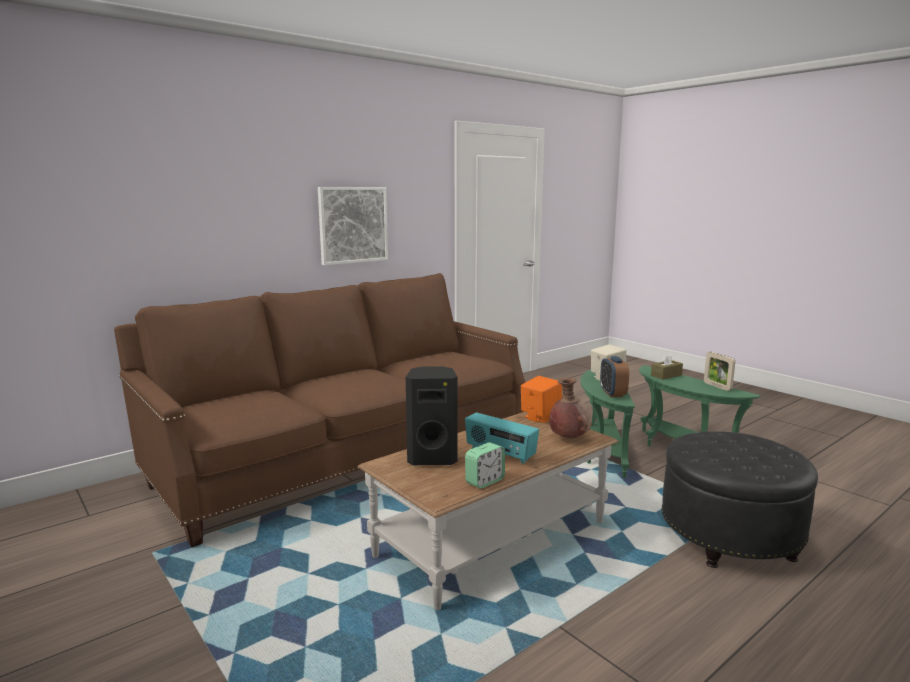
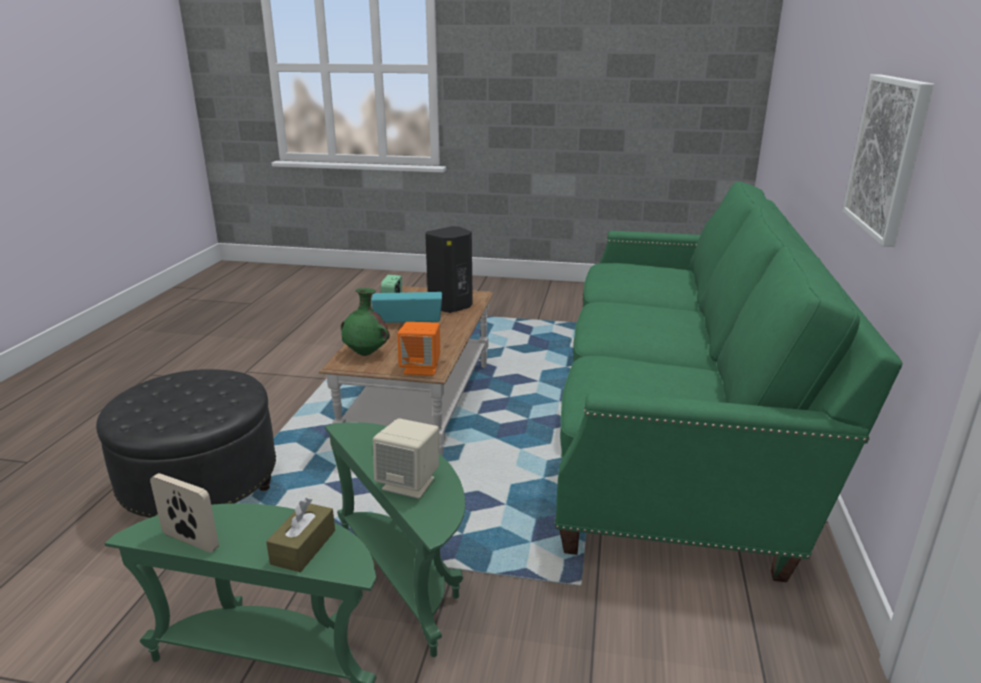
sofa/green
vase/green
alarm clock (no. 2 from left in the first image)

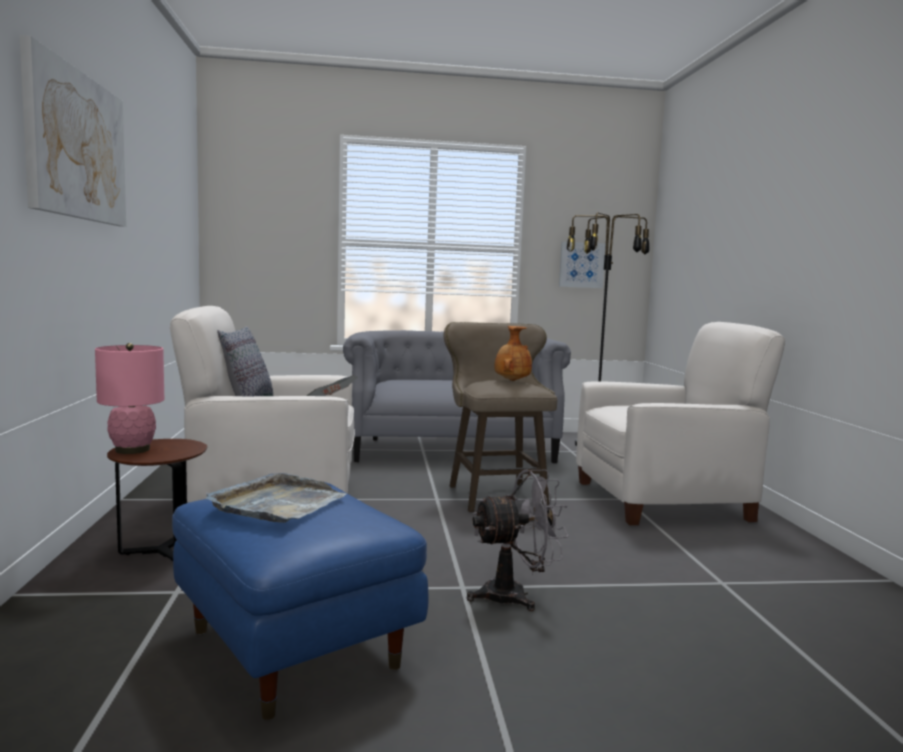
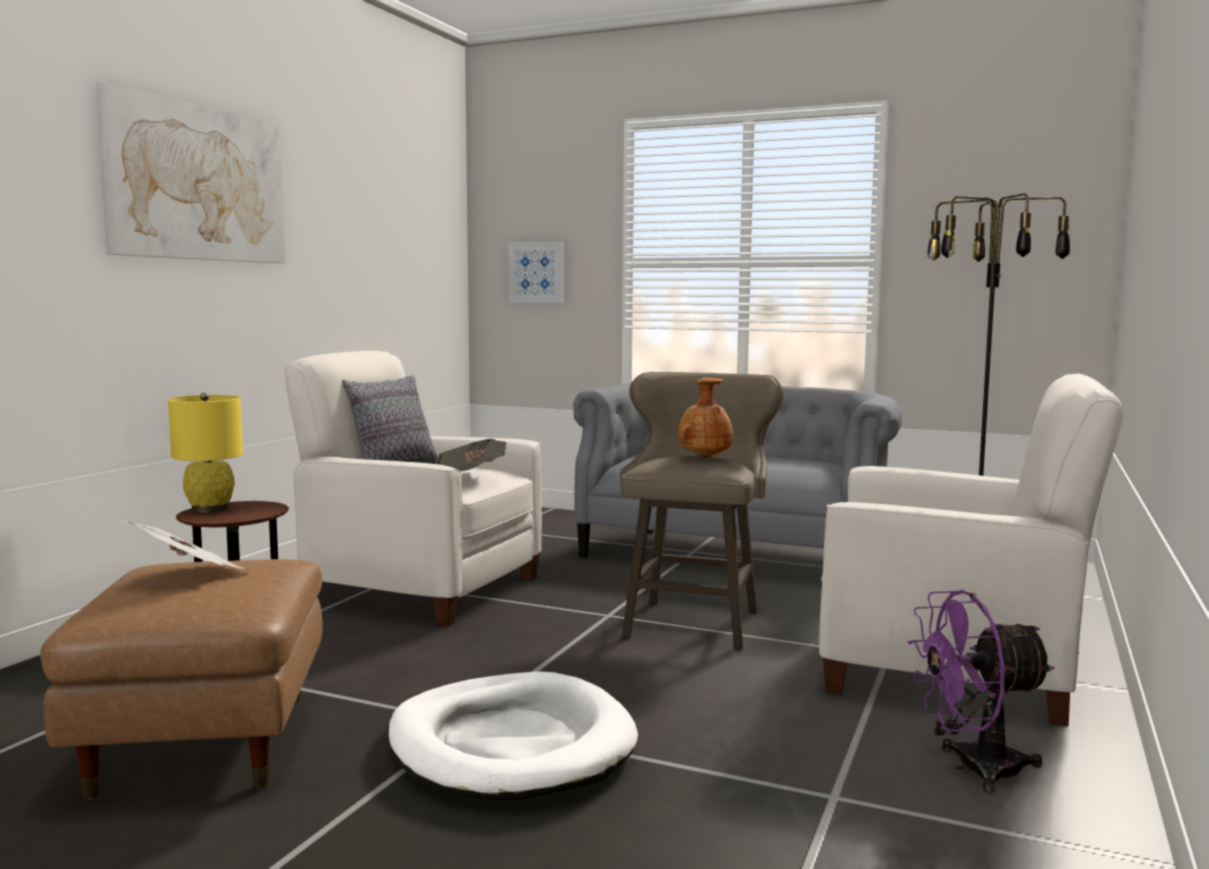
table lamp/yellow
ottoman/brown
newspaper (no. 1 from left)
dog bed/white
picture (no. 2 from left)
fan/purple

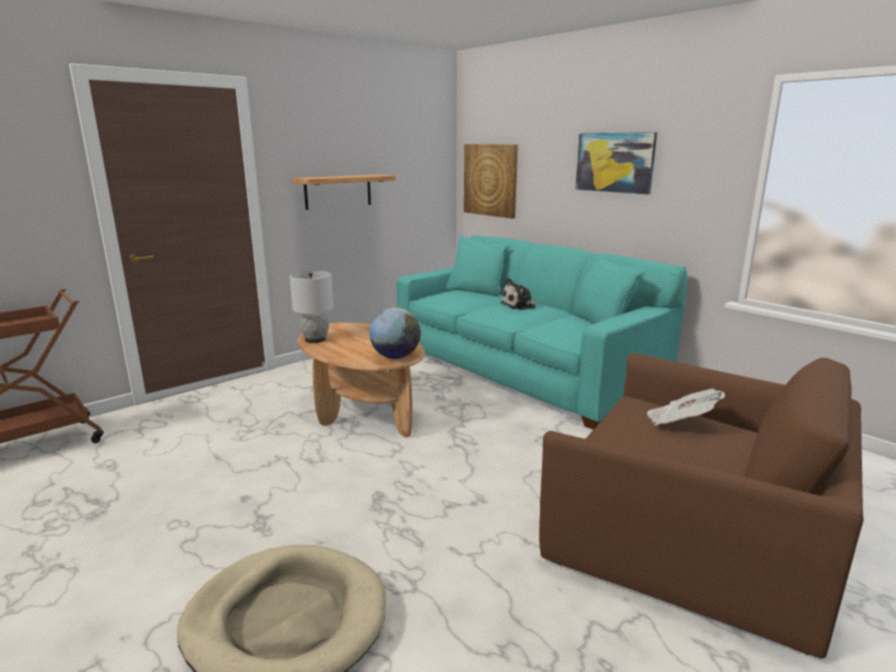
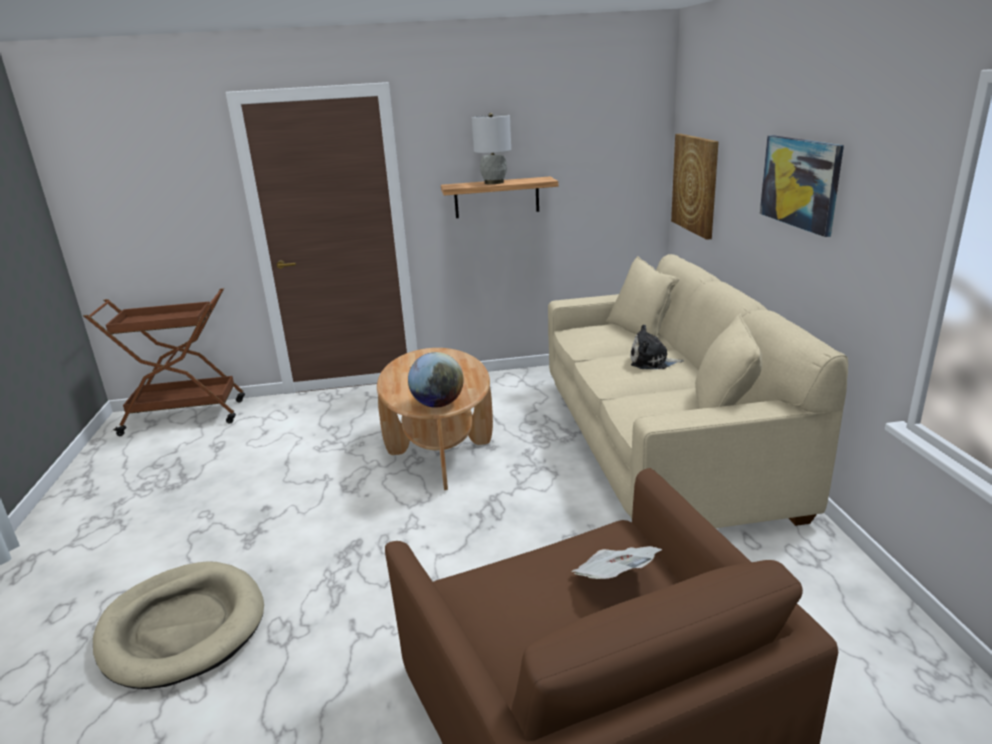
table lamp/white
sofa/beige

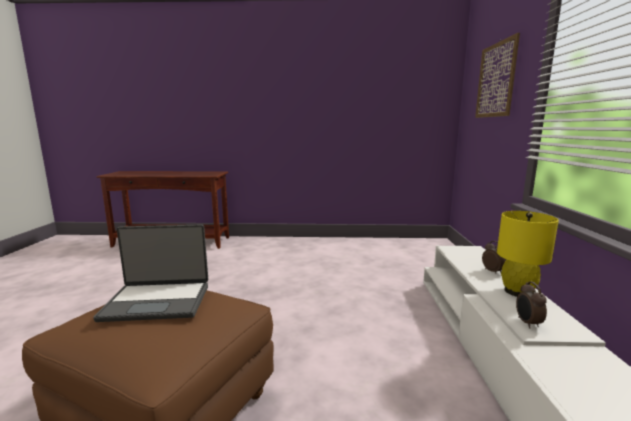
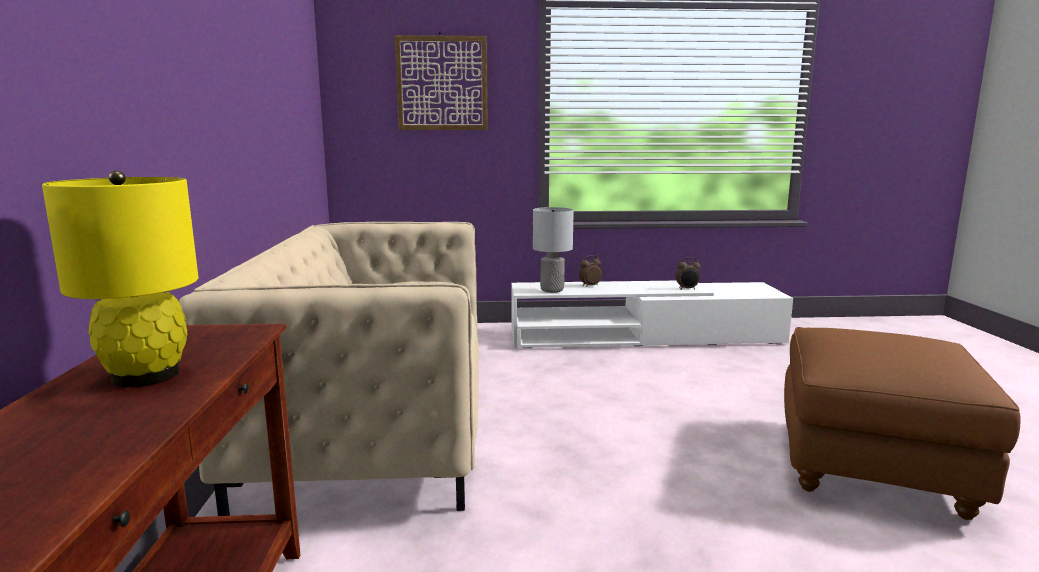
laptop
table lamp/yellow
sofa/beige
table lamp/grey

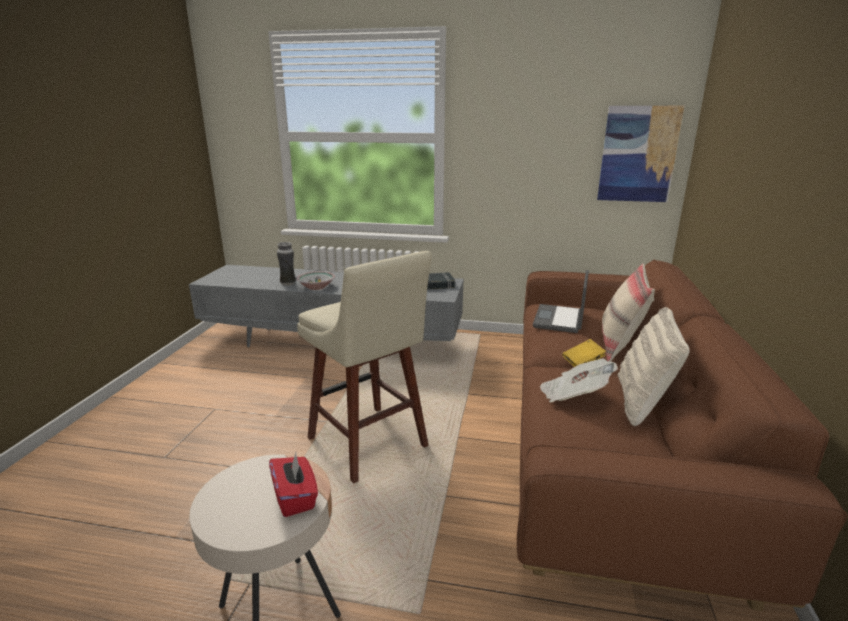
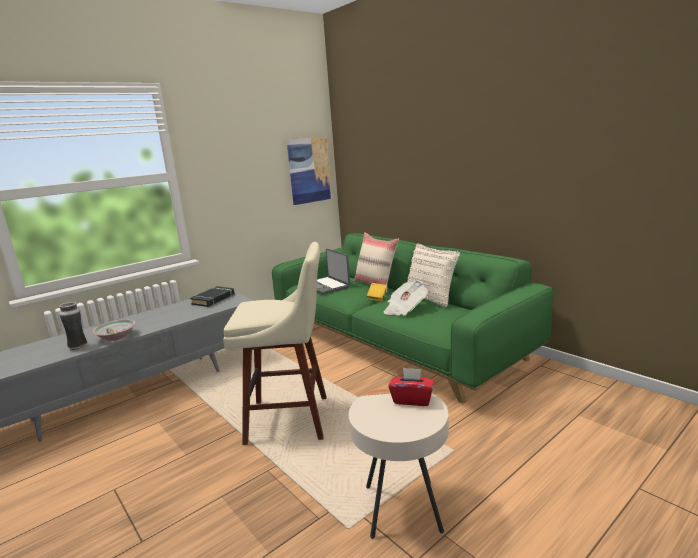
sofa/green

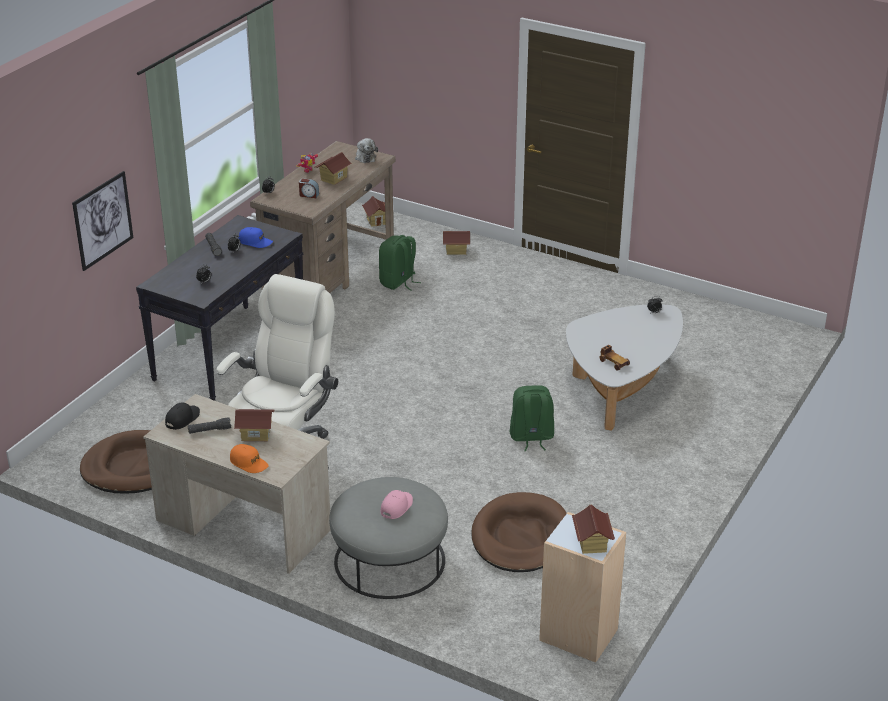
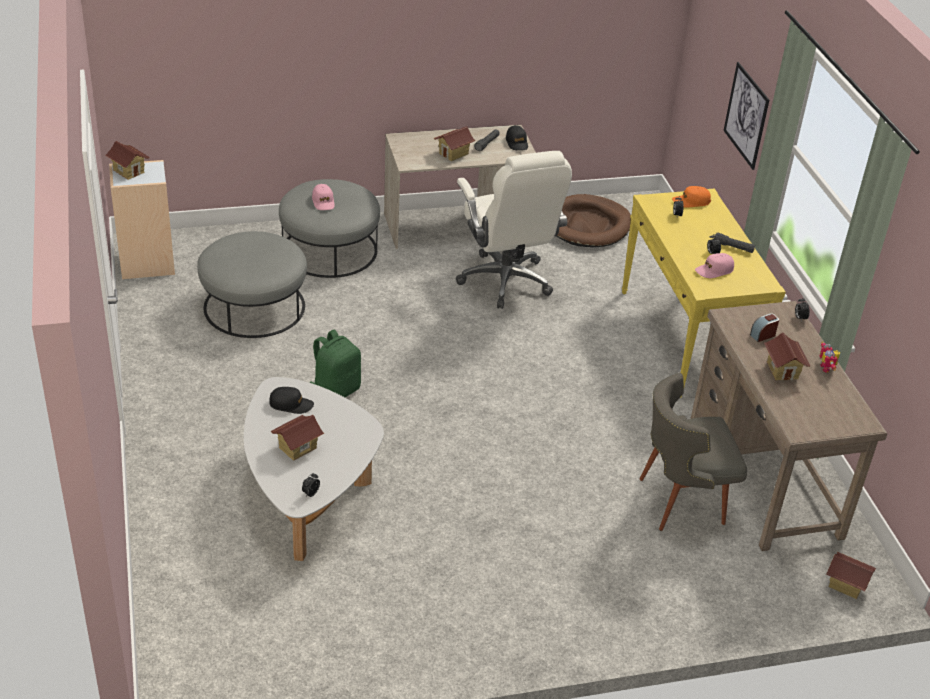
console table/yellow
cap/orange
cap/pink (no. 2 from left)
plush toy
chair/grey
toy house (no. 2 from left)
ottoman/grey (no. 1 from left)
cap/black (no. 1 from left)

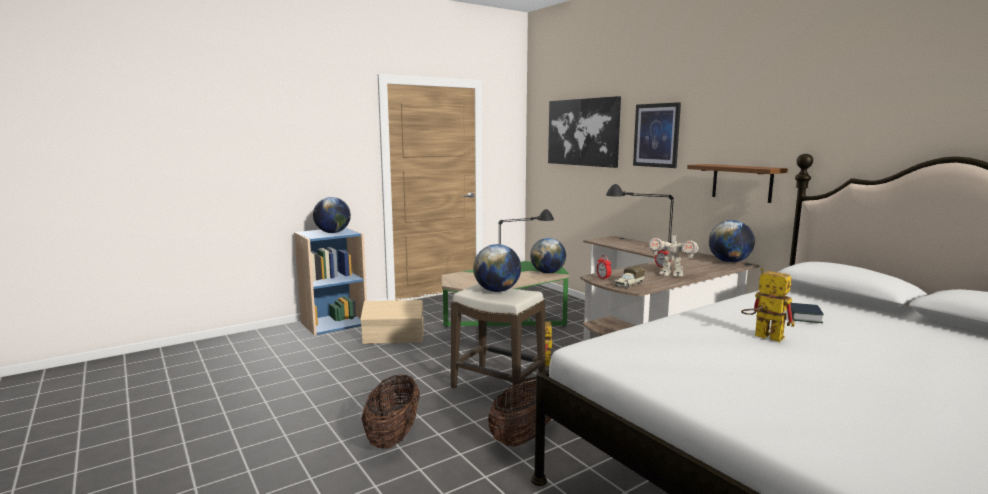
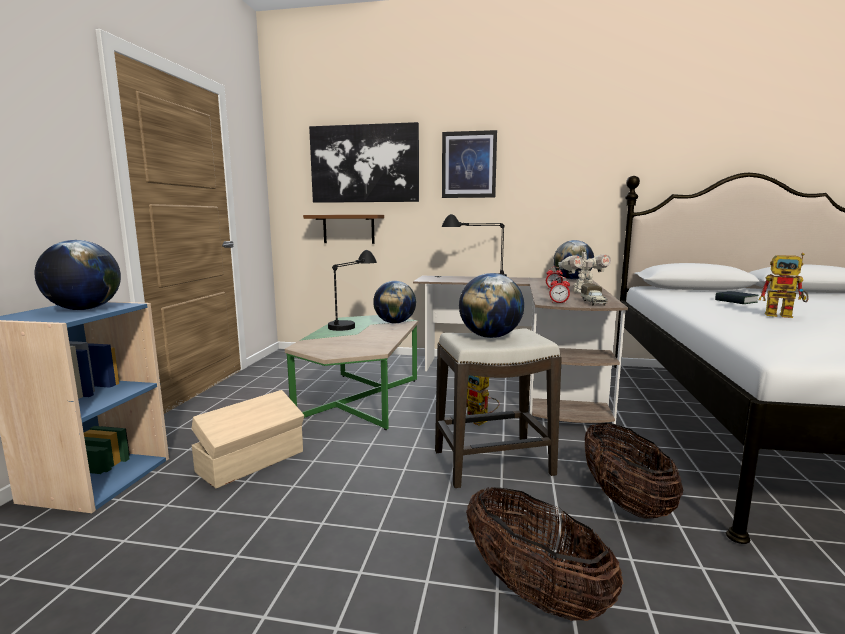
shelf/brown
toy robot (no. 3 from left)

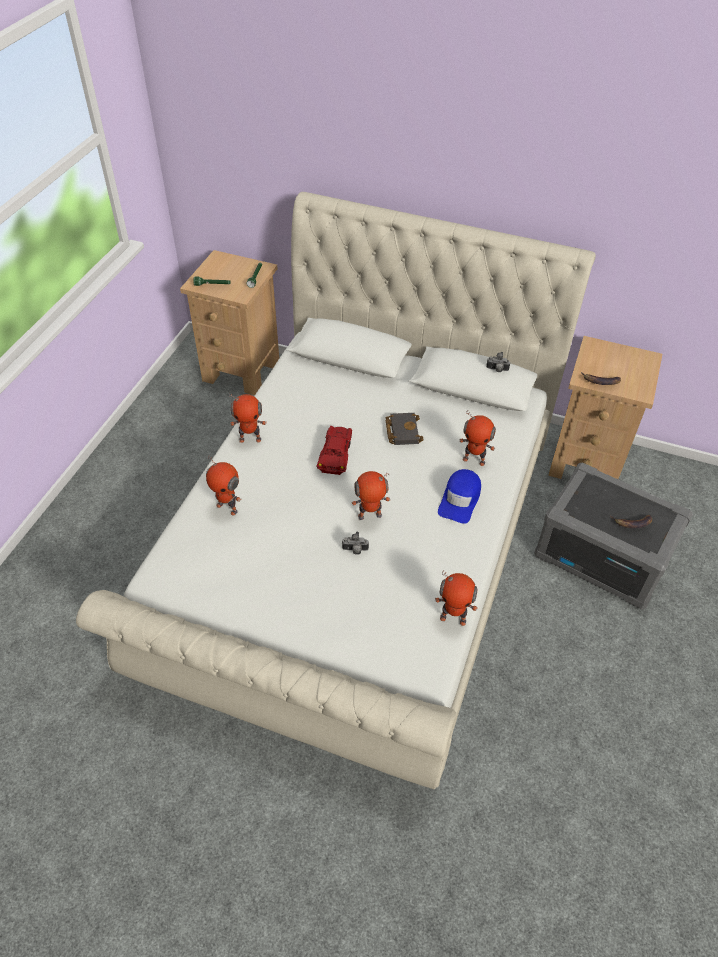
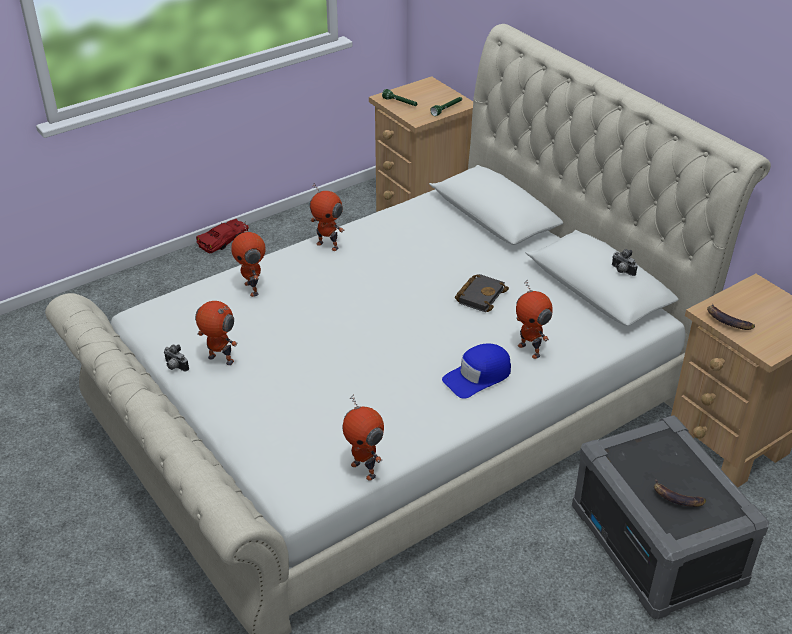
toy car/red
photo camera (no. 1 from left)
toy robot (no. 1 from left)

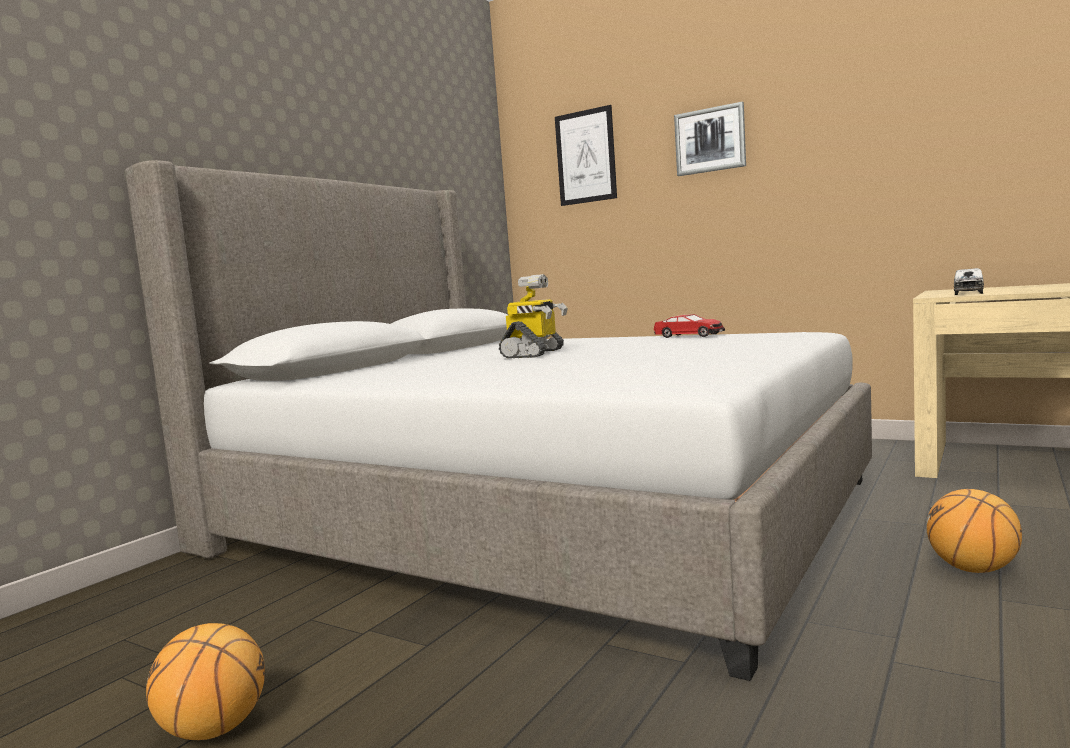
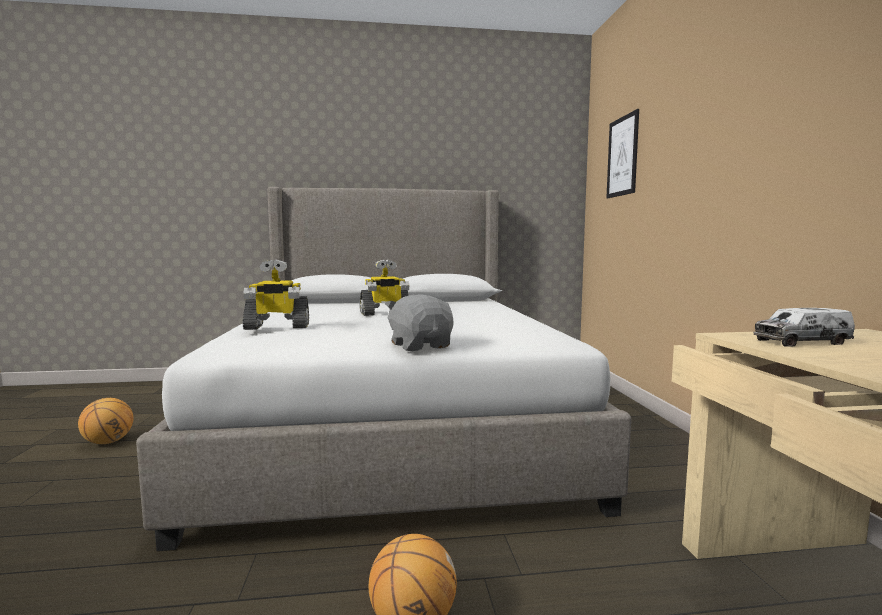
toy car
picture (no. 2 from left in the first image)
toy robot (no. 1 from left)
plush toy/grey

